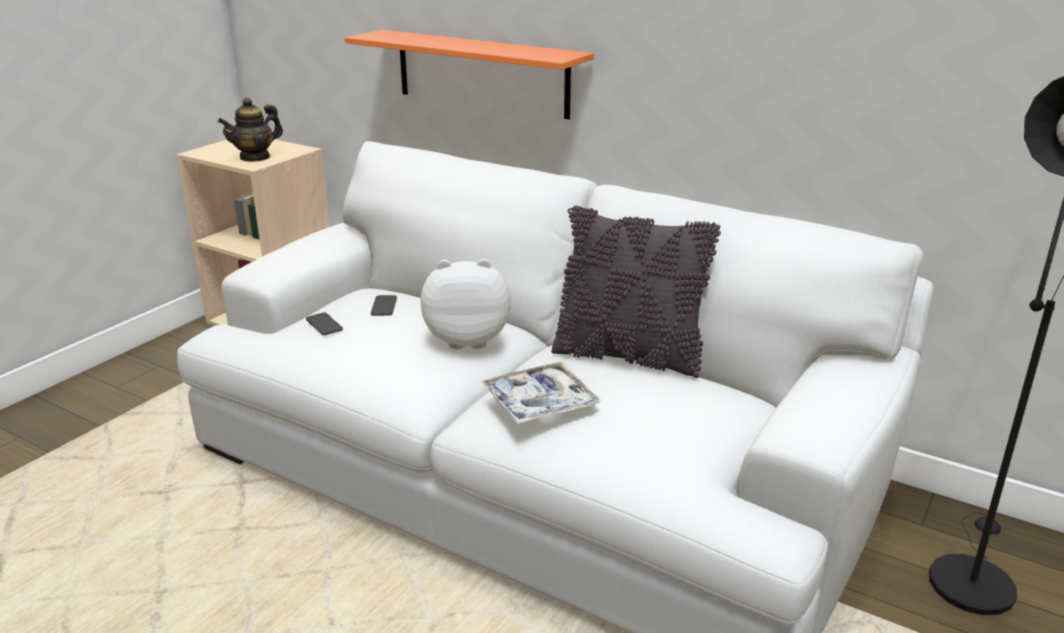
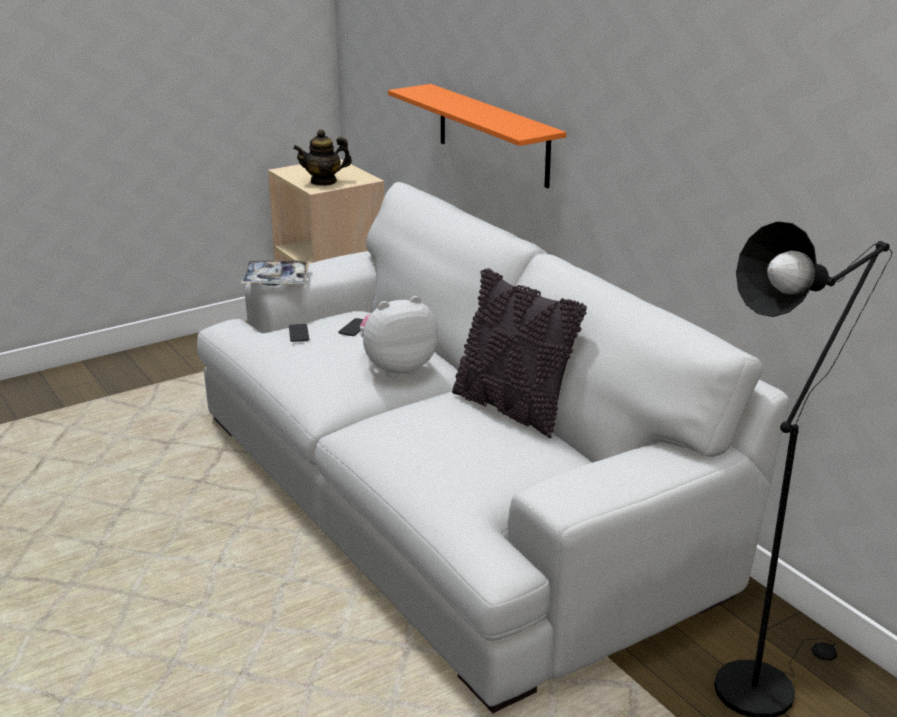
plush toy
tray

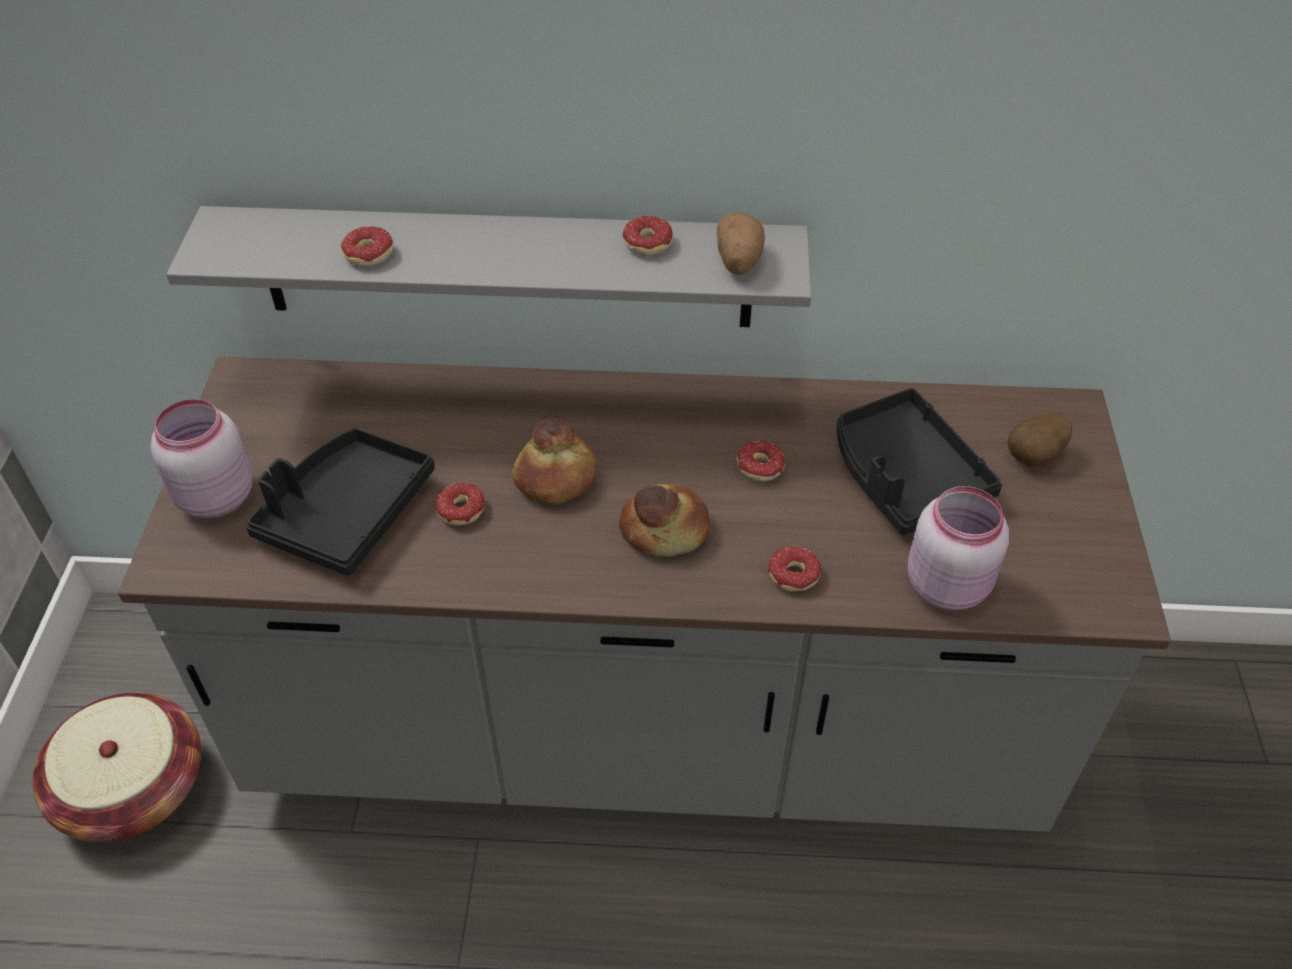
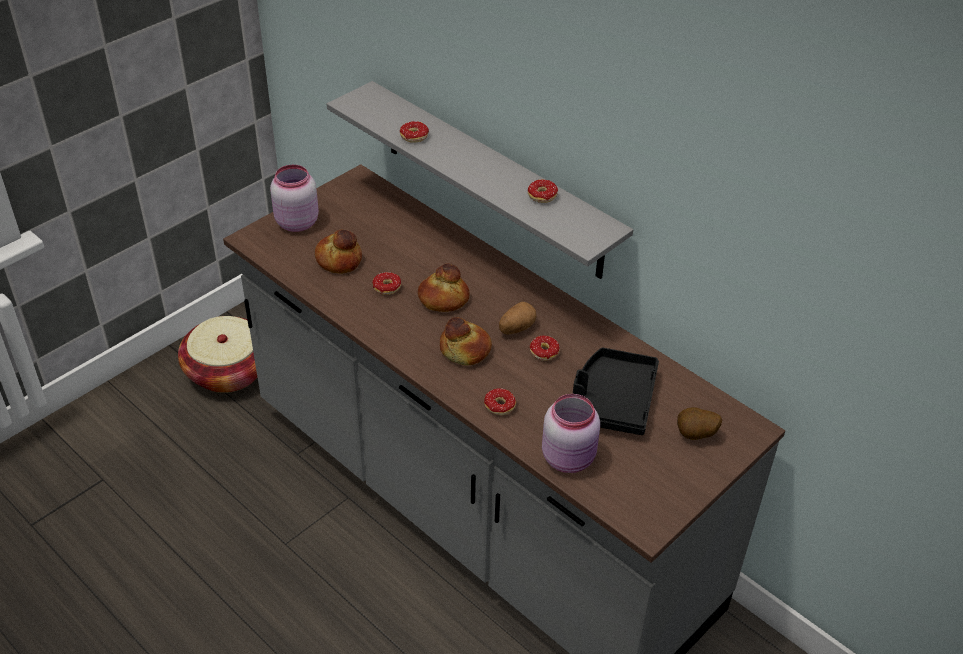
bread (no. 1 from left)
potato (no. 1 from left)

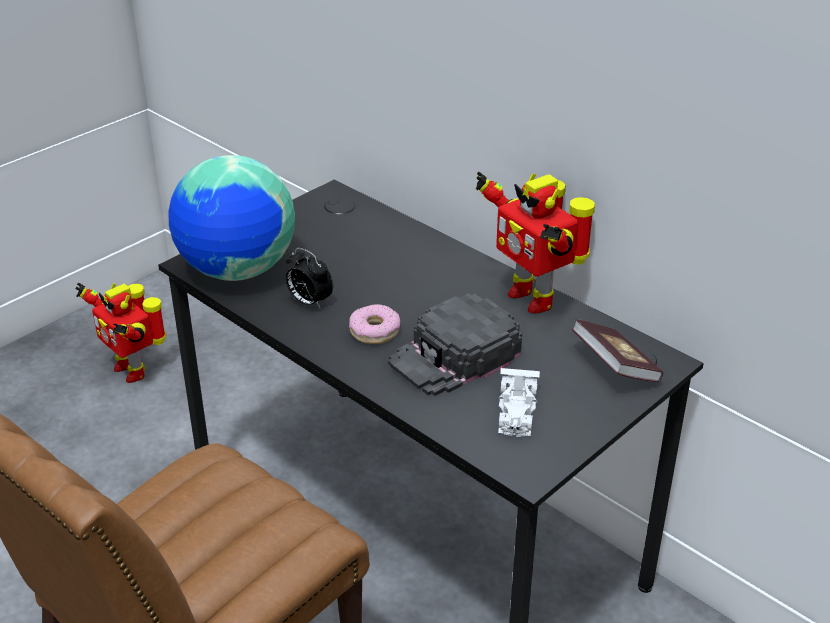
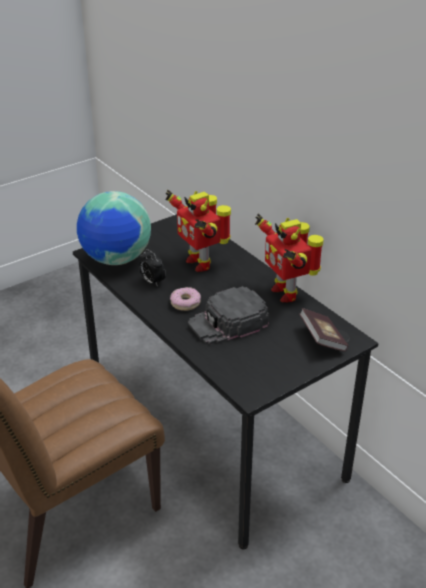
toy robot (no. 1 from left)
toy car/white

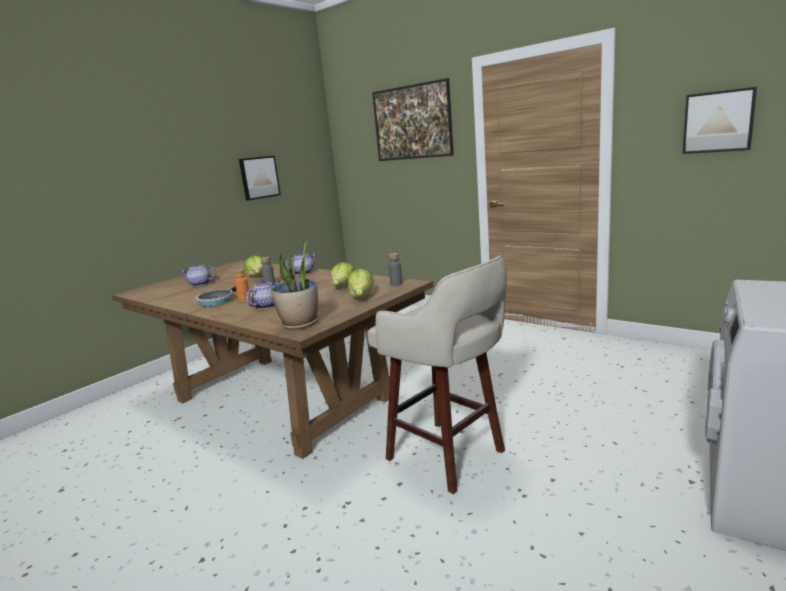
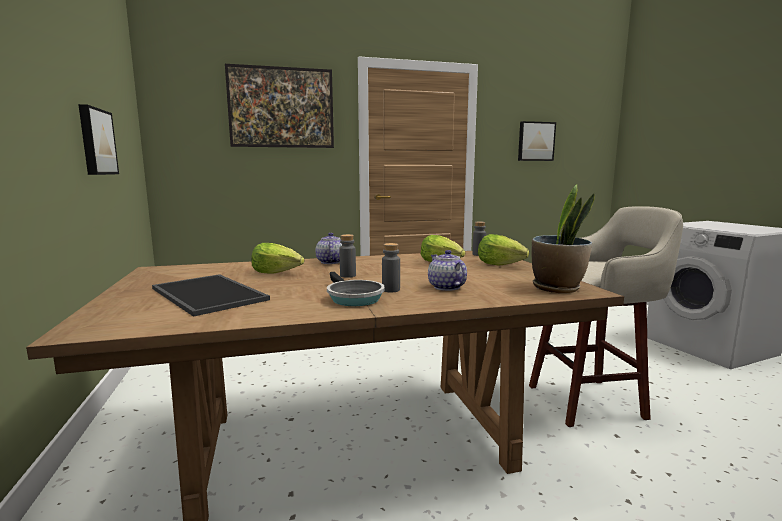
tray
bottle/grey (no. 2 from left)

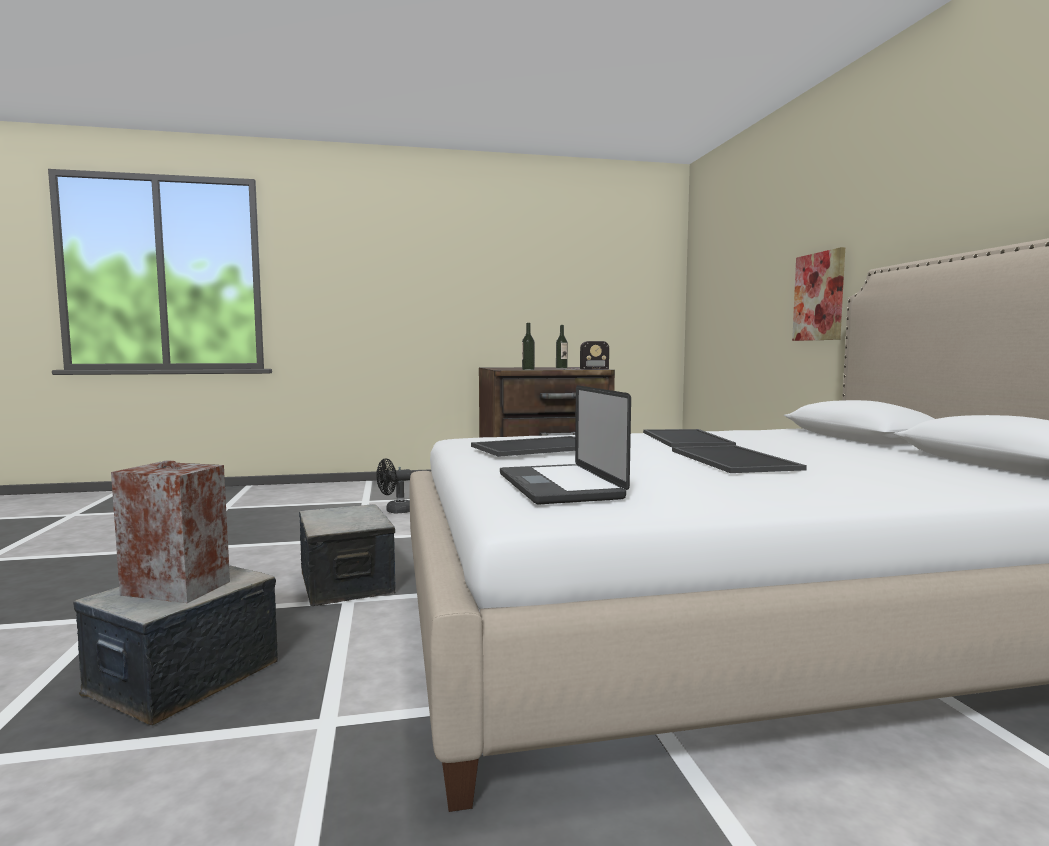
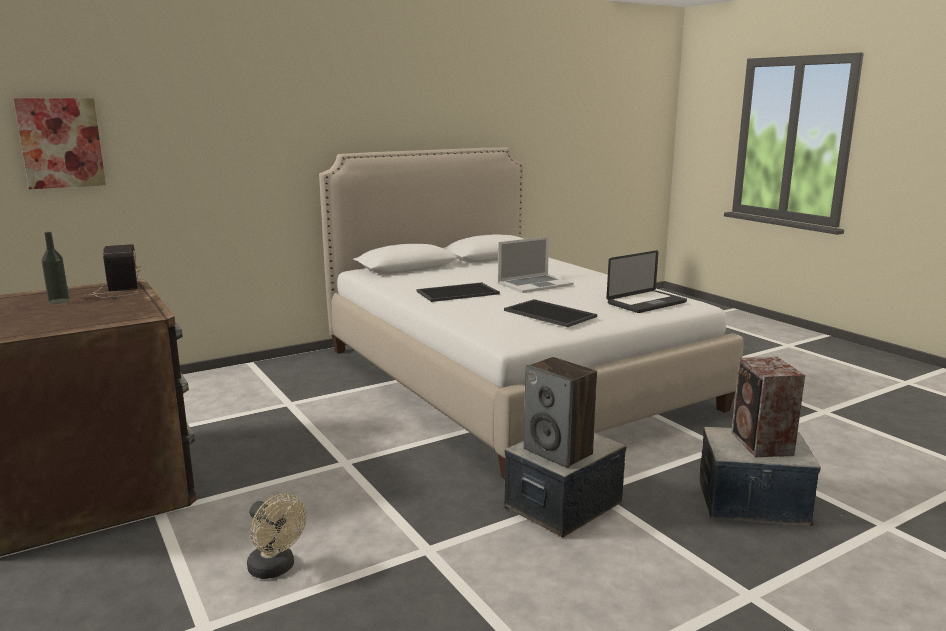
fan/beige
bottle (no. 1 from left in the first image)
laptop (no. 1 from left)
picture
speaker (no. 1 from left)

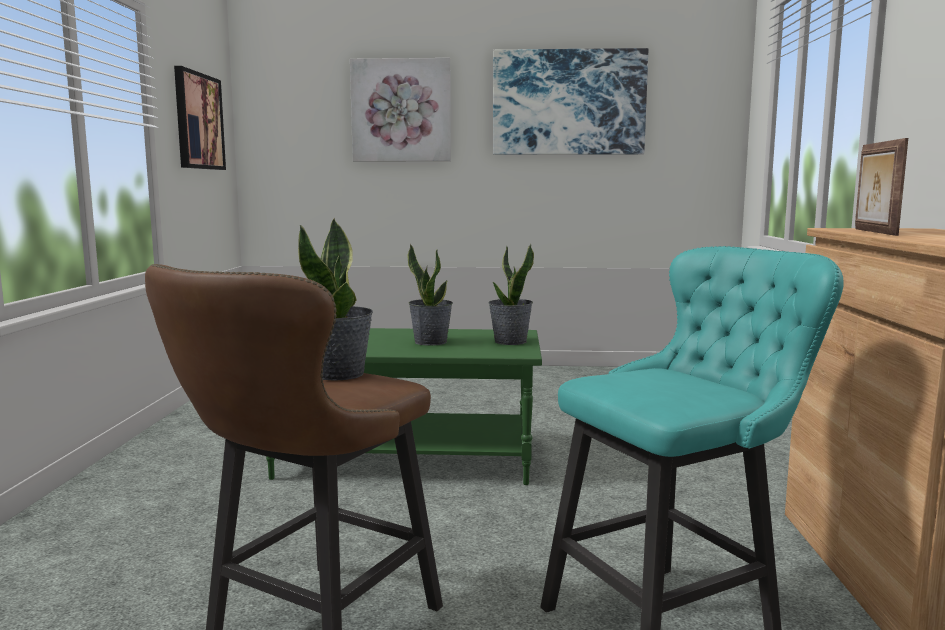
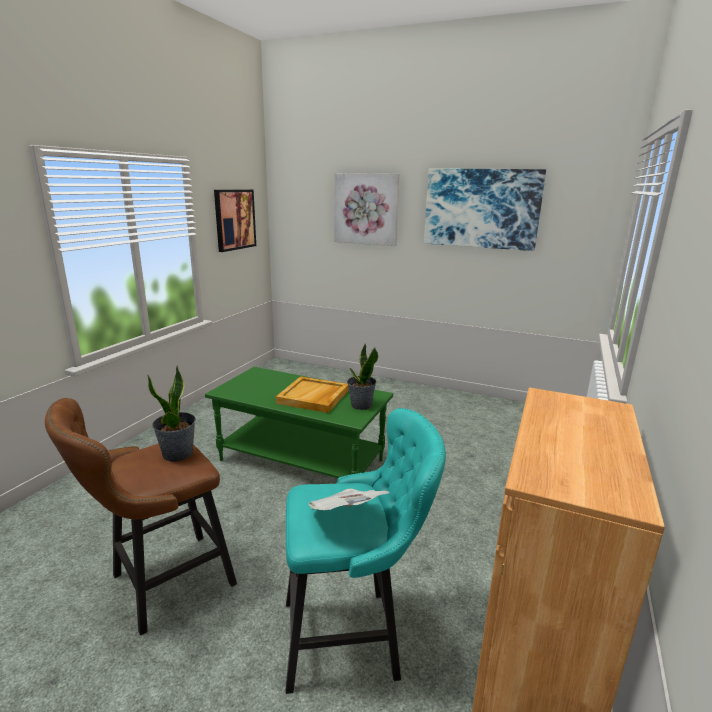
tray/beige
picture frame
newspaper

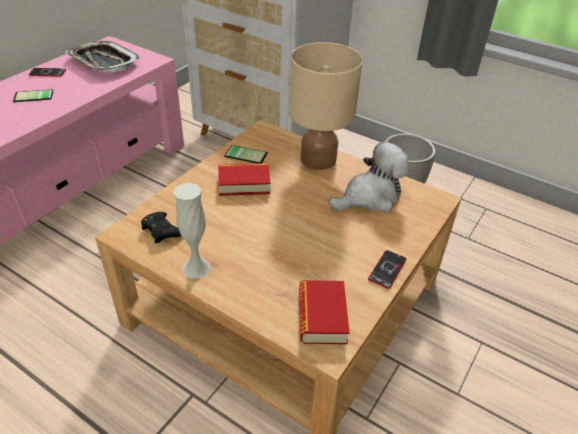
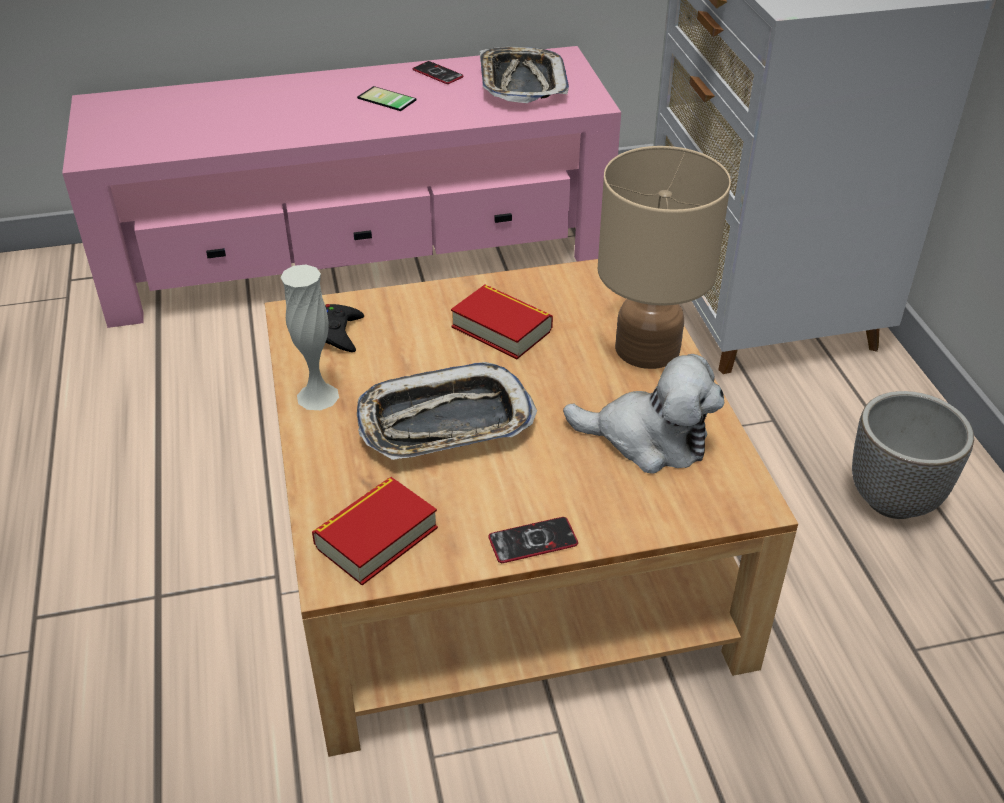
phone (no. 3 from left in the first image)
tray (no. 1 from left)

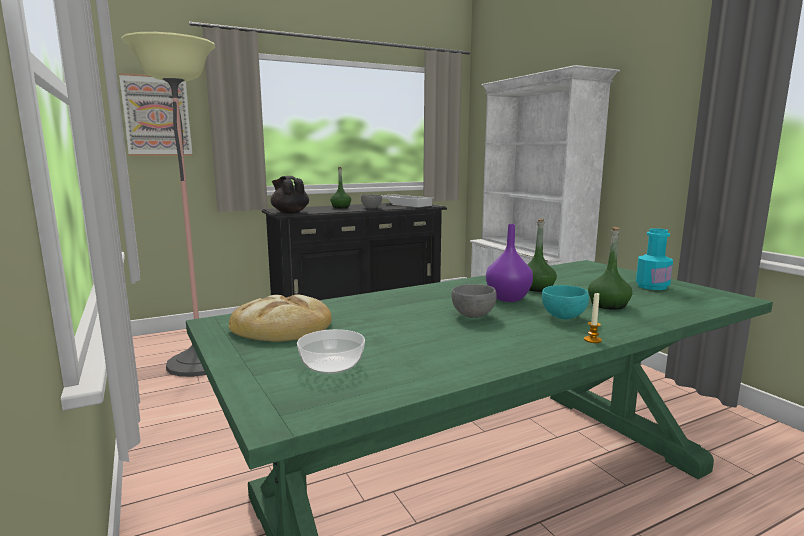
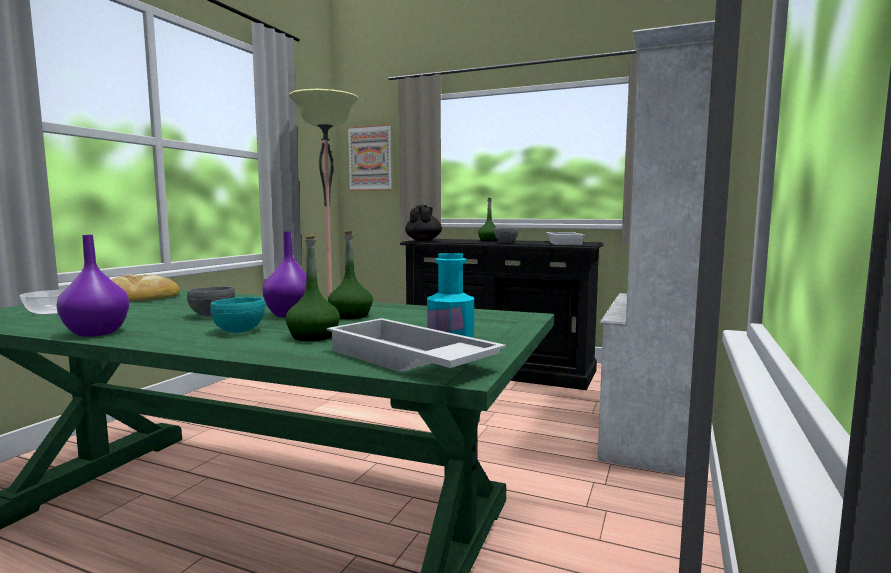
candle
vase/purple (no. 1 from left)
tray/white (no. 1 from left)

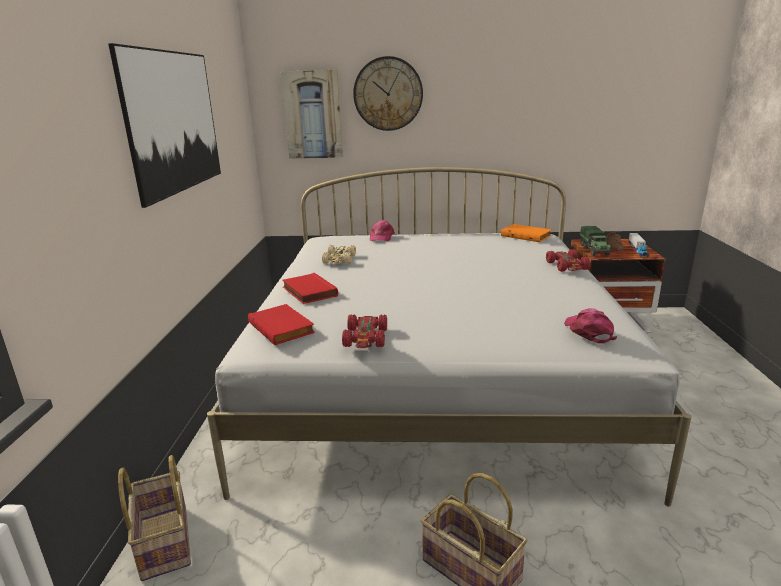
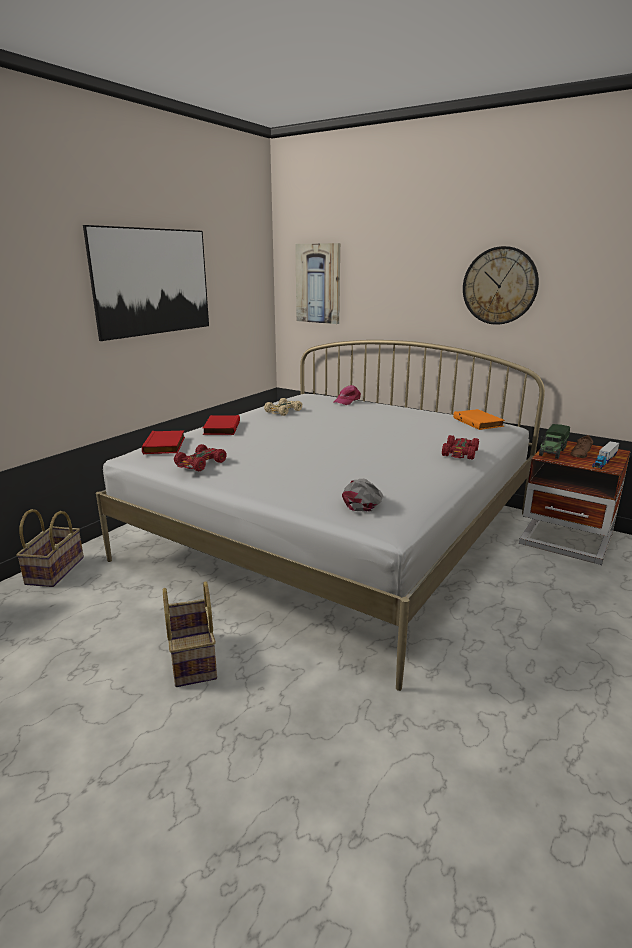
wall clock
cap/grey

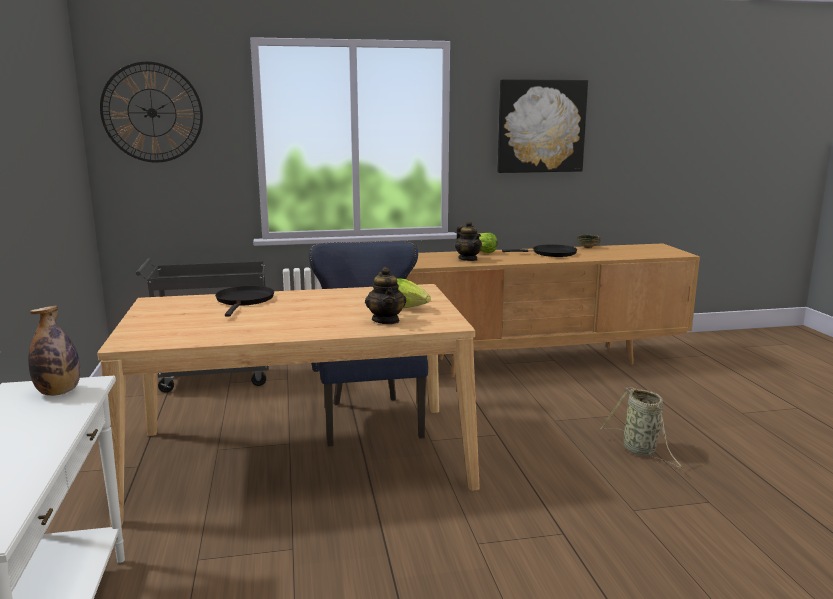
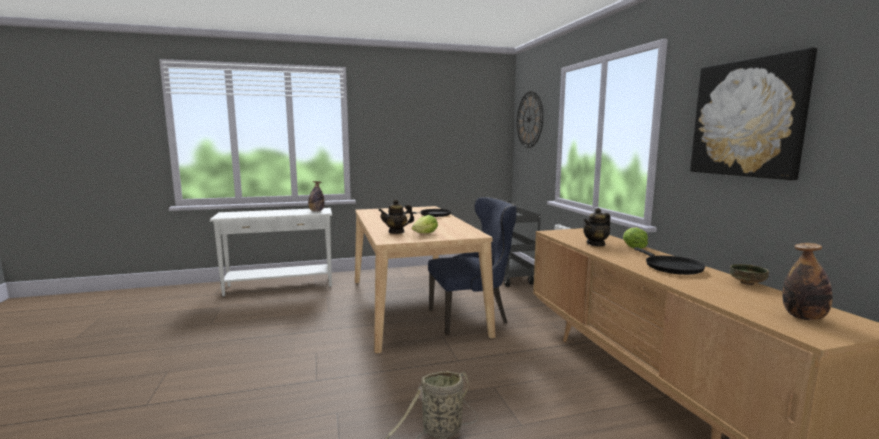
bottle (no. 2 from left)

